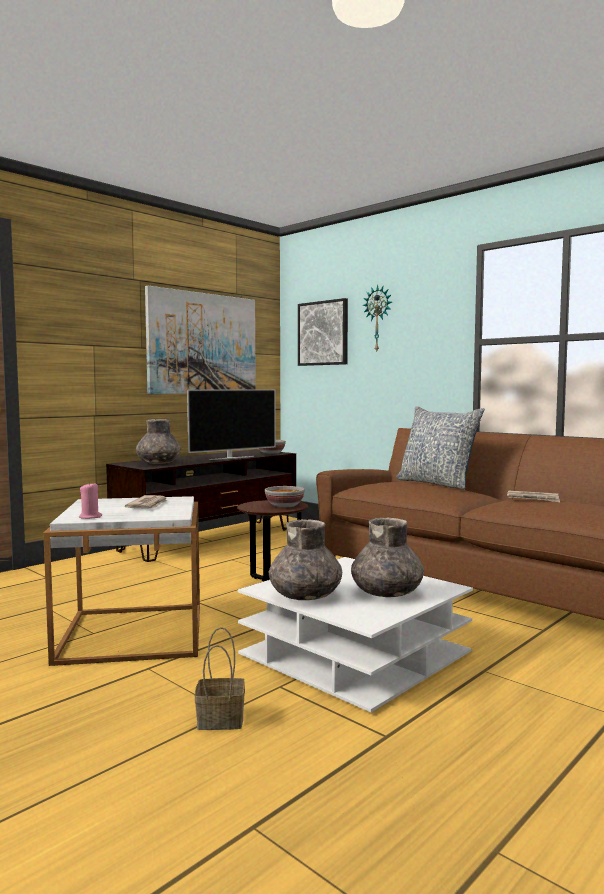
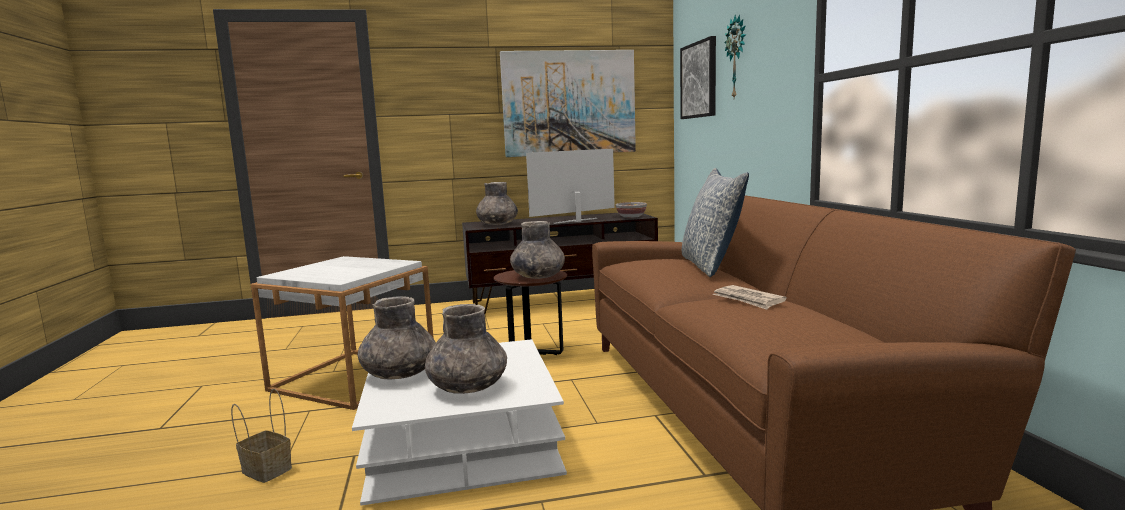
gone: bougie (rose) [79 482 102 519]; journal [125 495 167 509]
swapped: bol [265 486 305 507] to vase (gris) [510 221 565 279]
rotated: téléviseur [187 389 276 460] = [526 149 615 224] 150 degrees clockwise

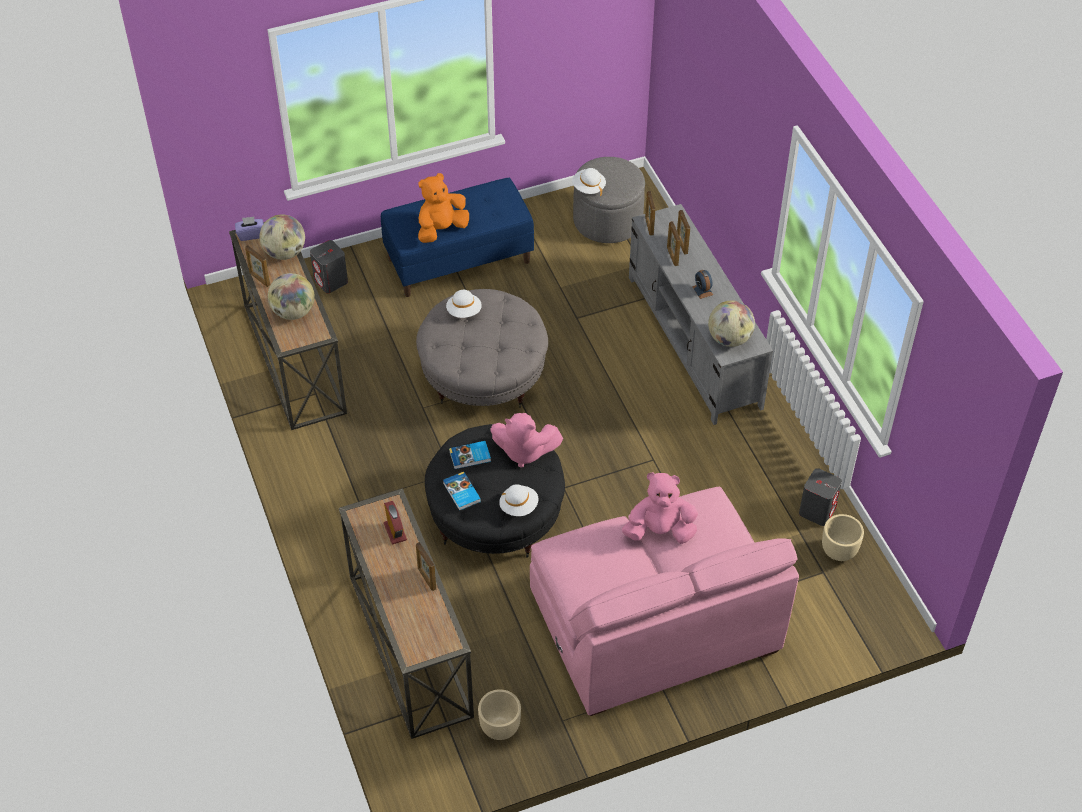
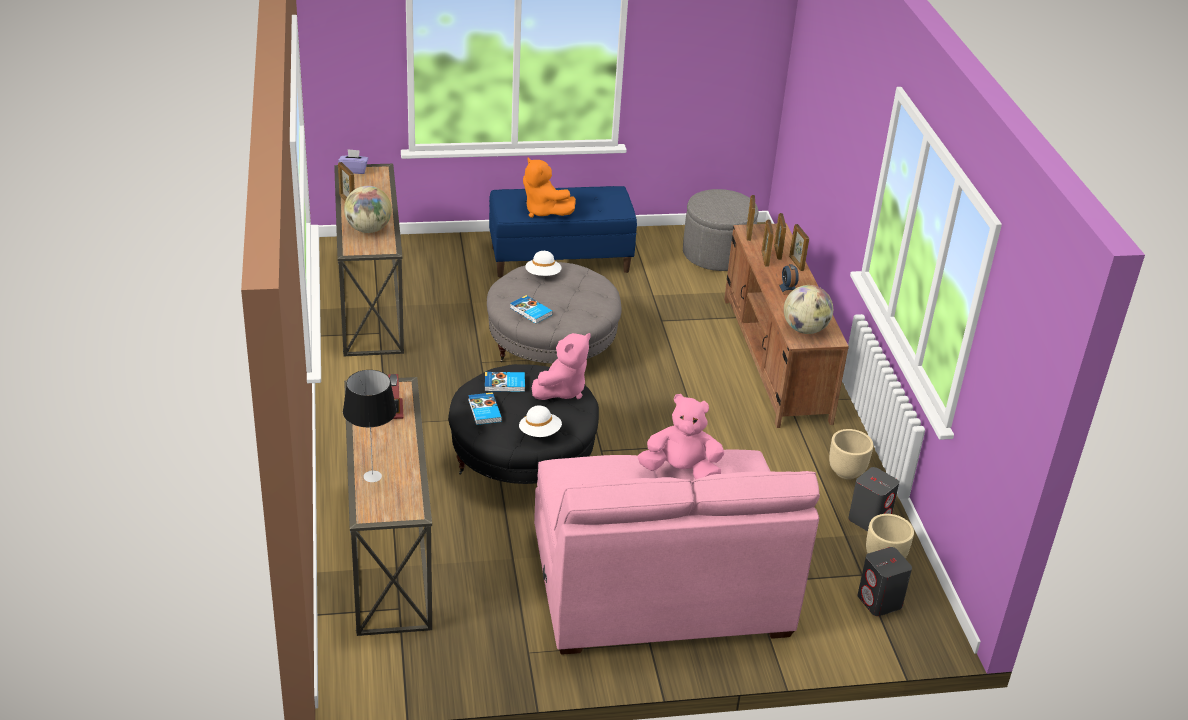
gone: globe [260 214 305 260]; chapeau (blanc) [572 168 606 196]
new: lampe de table [343 370 397 482]; livre [510 295 553 324]
shifted: cadre photo [416 542 436 591] to [789 224 809 271]; cache-pot (beige) [478 689 521 740] to [829 429 873 480]; enceinte (gris) [310 240 348 293] to [857 547 912 616]
repainted: meuble télé (gris) [629 204 773 425] to meuble télé (marron) [724 223 849 428]
rotated: peluche (orange) [418 173 469 243] = [523 157 576 218] 105 degrees counterclockwise; peluche (rose) [490 413 563 468] = [532 333 591 400] 75 degrees counterclockwise

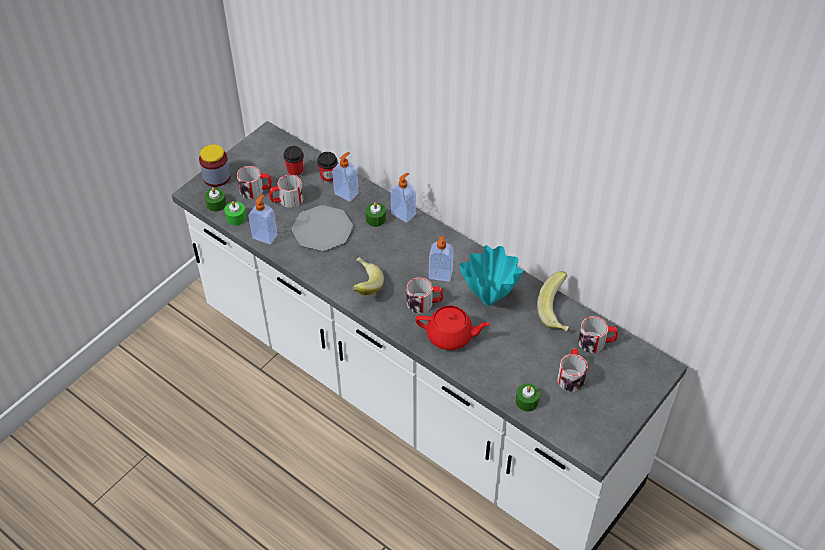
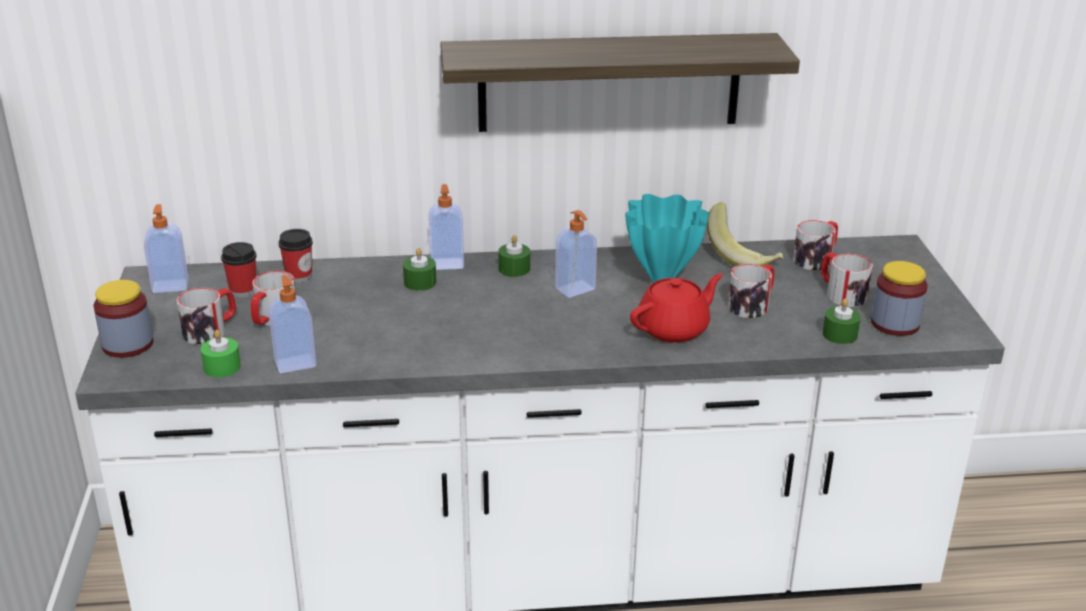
gone: assiette [292 205 353 251]; banane [352 257 384 295]
new: étagère [440 33 800 132]; bocal [871 261 928 336]
shifted: distributeur de savon [332 152 359 202] to [144 204 189 293]; bougie (vert) [205 188 226 212] to [498 235 530 277]; mug [407 277 443 314] to [728 264 774 318]

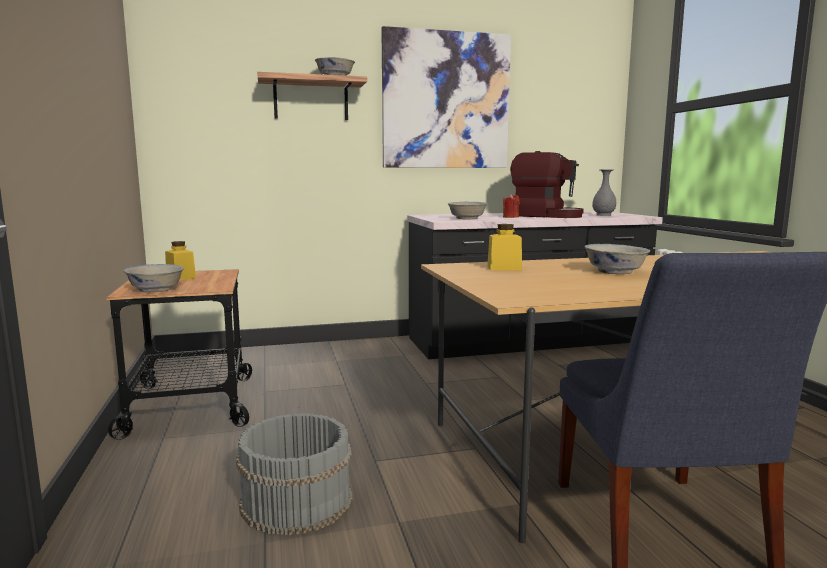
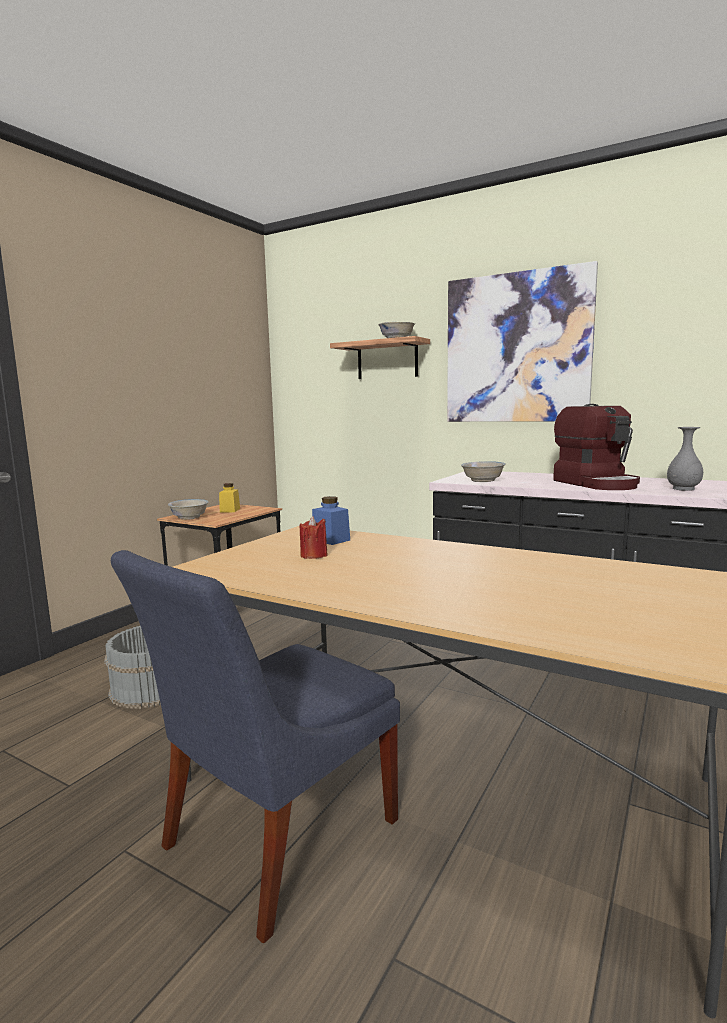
gone: bol (blanc) [584 244 651 274]
shifted: bougie (rouge) [503 194 520 218] to [299 516 328 559]
repainted: bocal (jaune) [487 224 522 270] to bocal (bleu) [312 496 350 545]

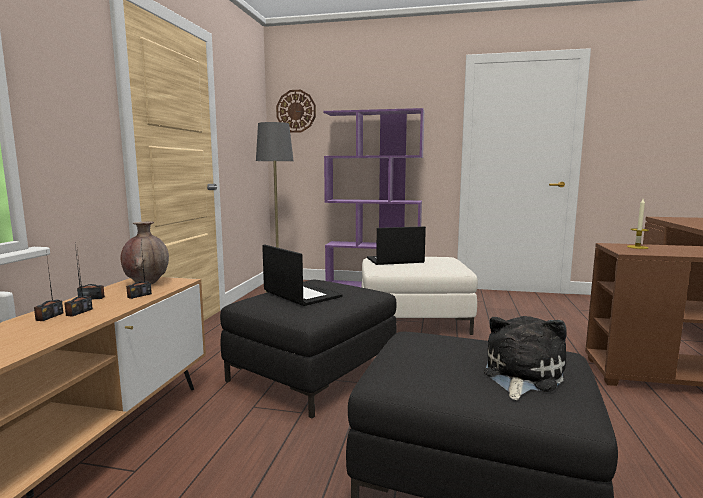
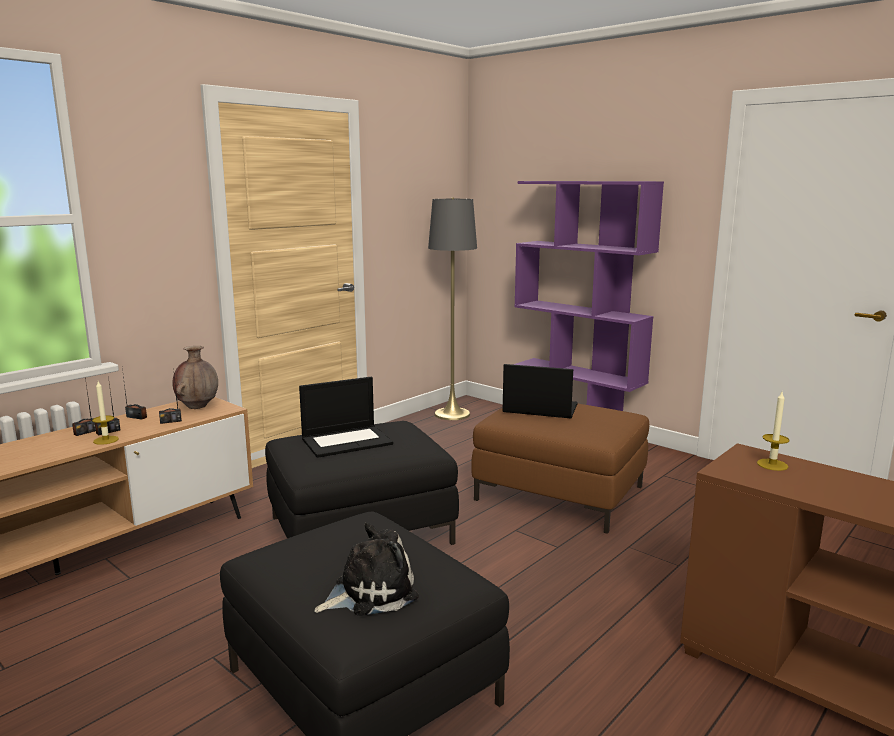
gone: horloge murale [276 90 316 133]
new: bougie [92 381 119 445]
repainted: pouf (blanc) [362 257 478 335] to pouf (marron) [471 404 649 534]
rotated: ordinateur portable [262 245 342 306] = [299 377 393 458] 75 degrees clockwise

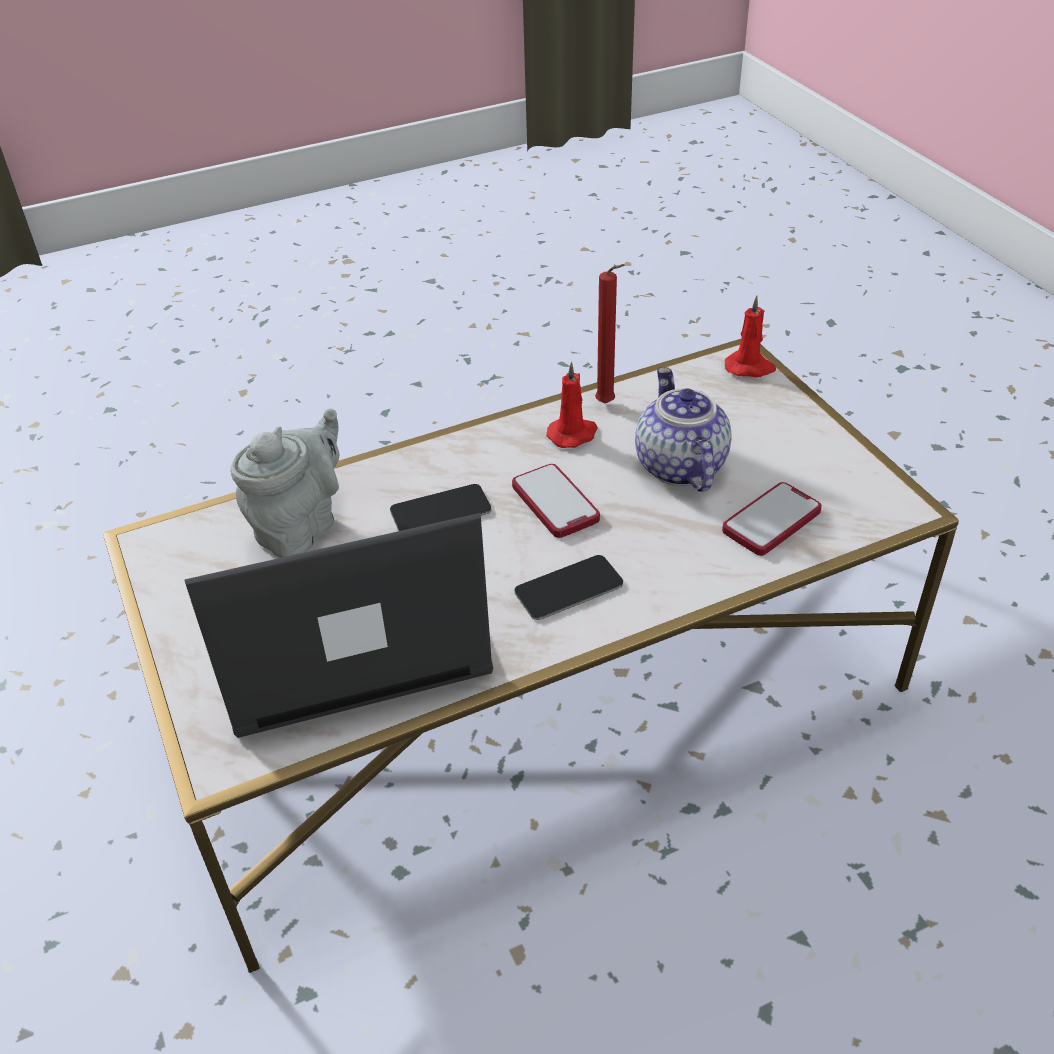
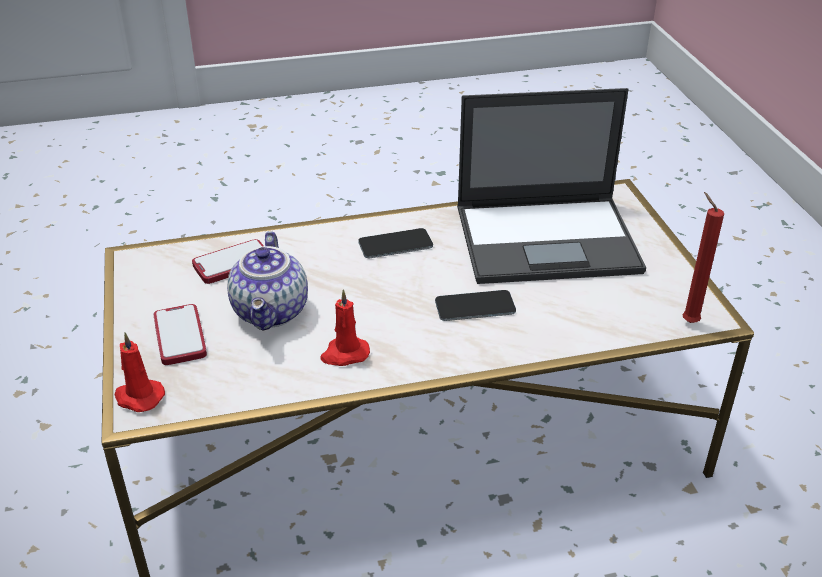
gone: théière (gris) [230 408 339 558]
shifted: téléphone [512 464 600 538] to [154 304 207 365]; bougie (rouge) [595 264 625 403] to [682 192 724 323]

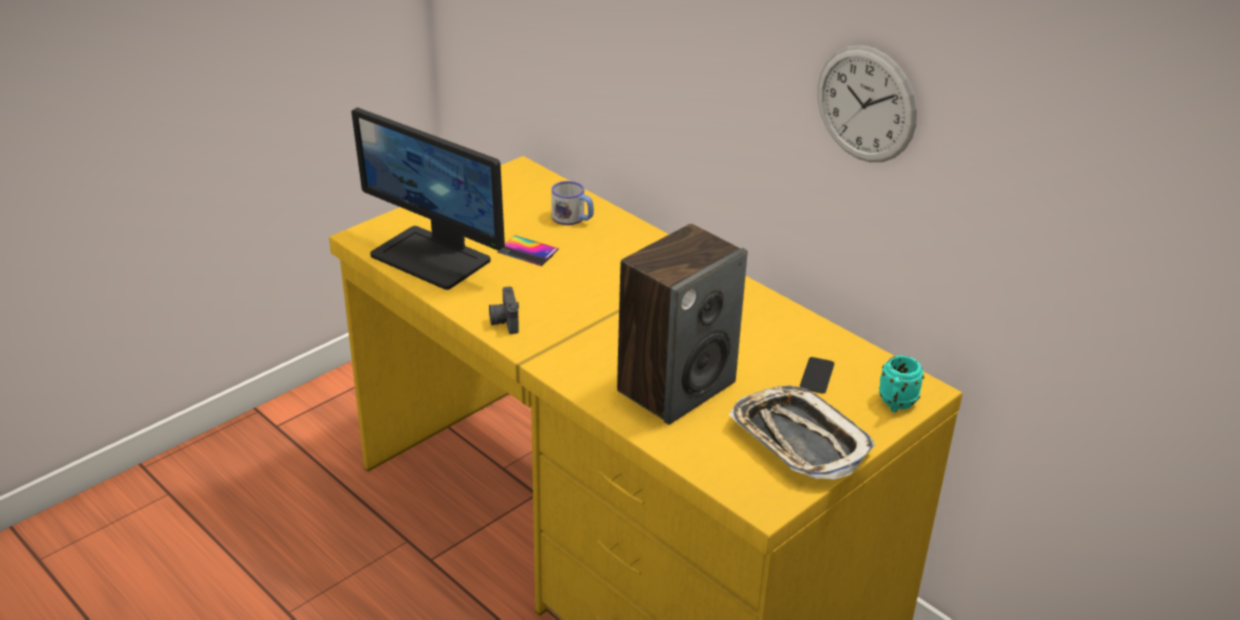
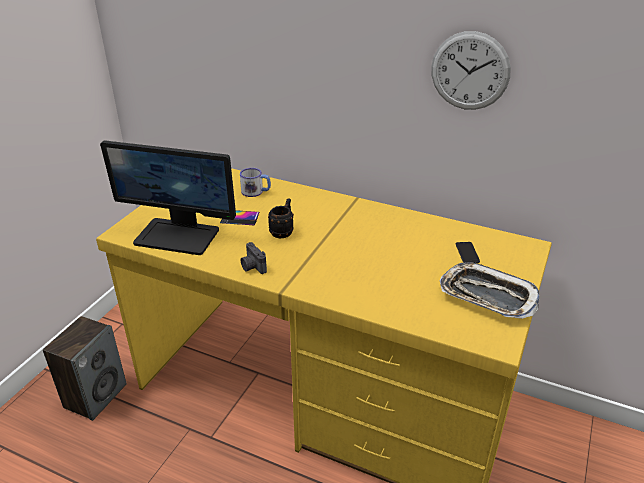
gone: mug (turquoise) [879 355 924 413]
new: mug (noir) [268 198 294 238]
shifted: enceinte [617 224 747 425] to [43 316 127 421]

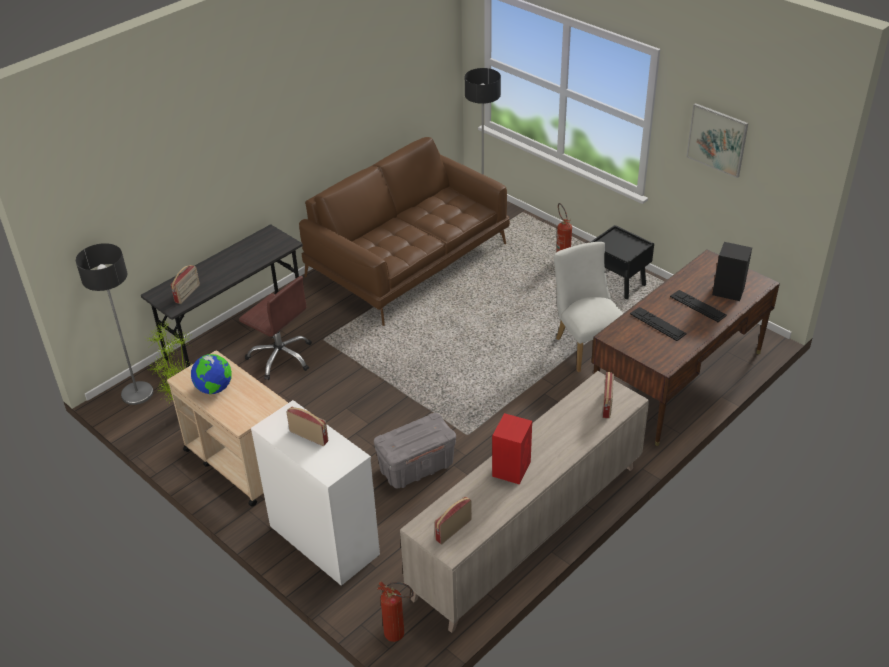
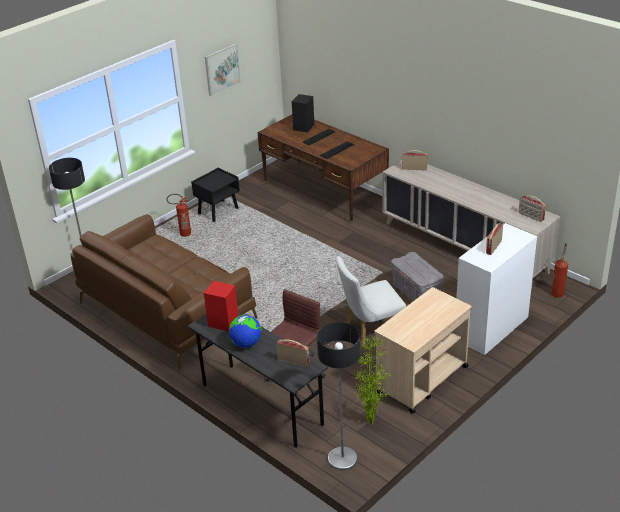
shifted: enceinte (rouge) [492 413 532 485] to [204 281 239 332]; globe [191 354 232 394] to [229 315 261 348]; chaise (blanc) [554 242 624 372] to [336 256 406 347]

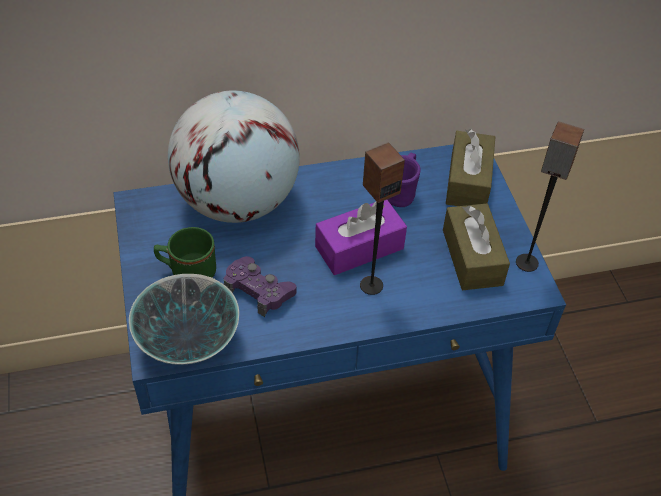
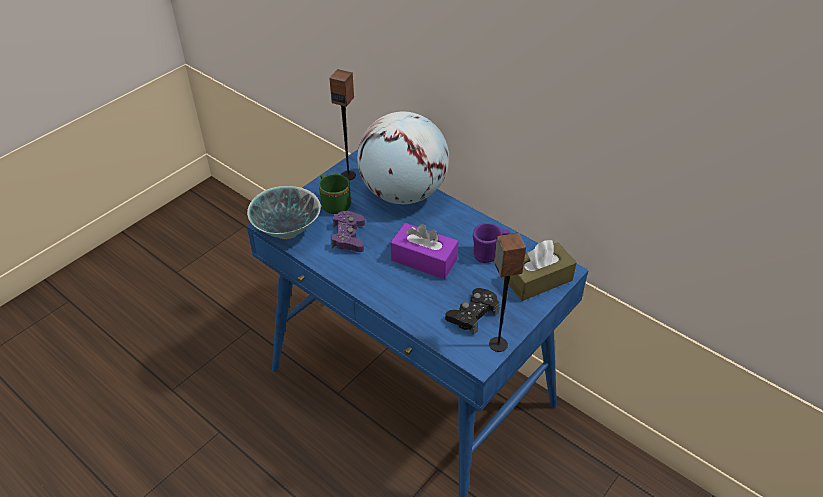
shifted: enceinte [360 142 405 295] to [329 69 356 180]
swapped: boîte à mouchoirs (marron) [443 203 510 290] to manette (noir) [445 288 499 335]

